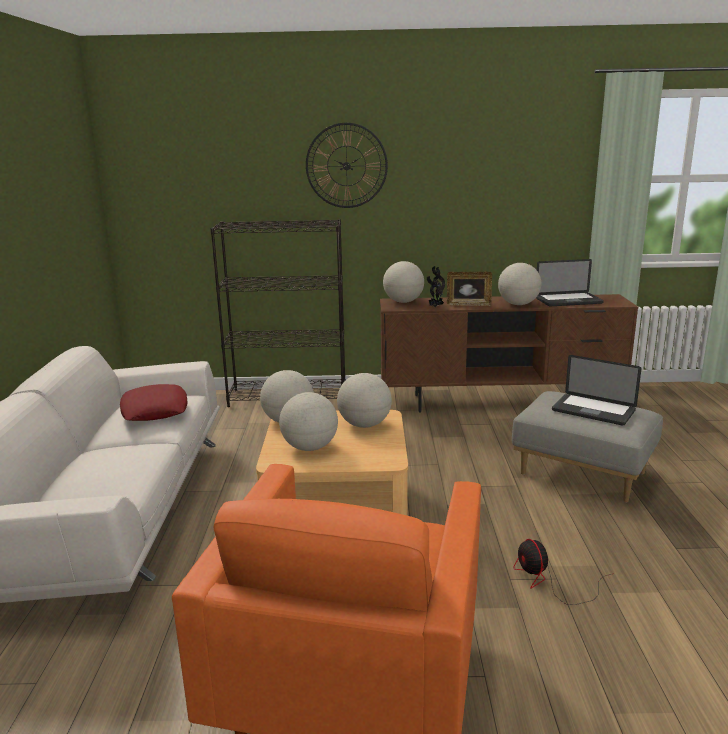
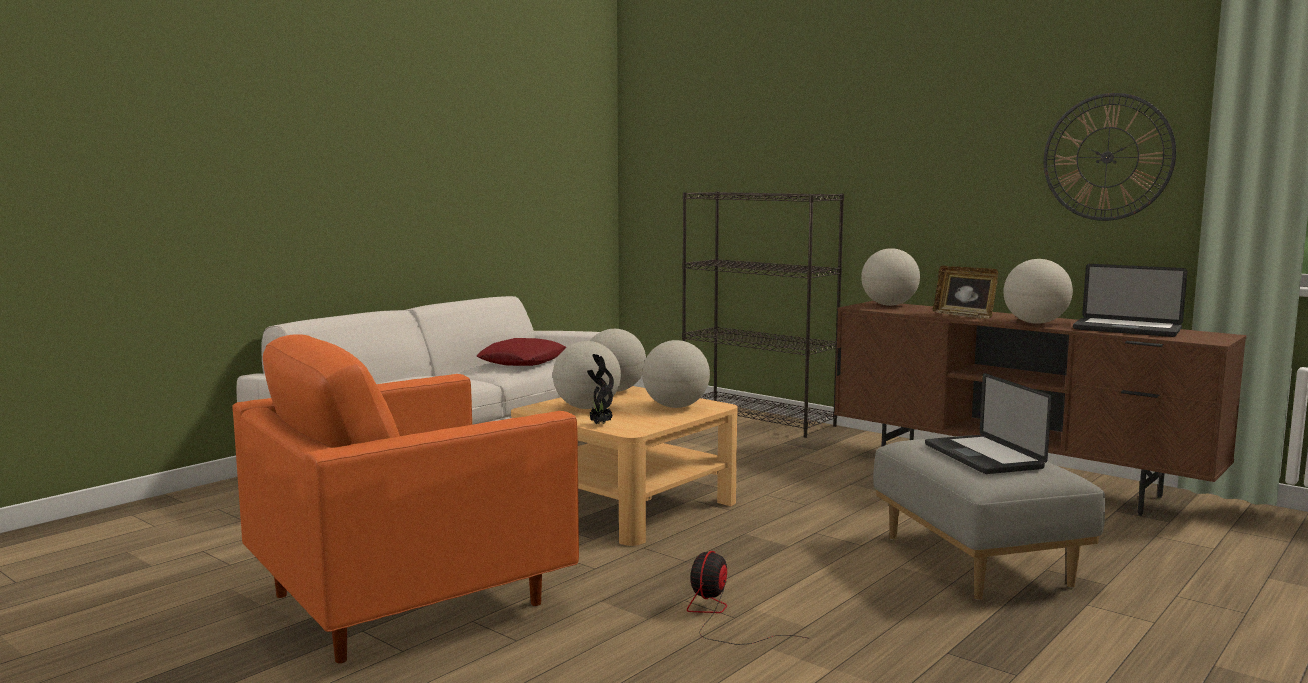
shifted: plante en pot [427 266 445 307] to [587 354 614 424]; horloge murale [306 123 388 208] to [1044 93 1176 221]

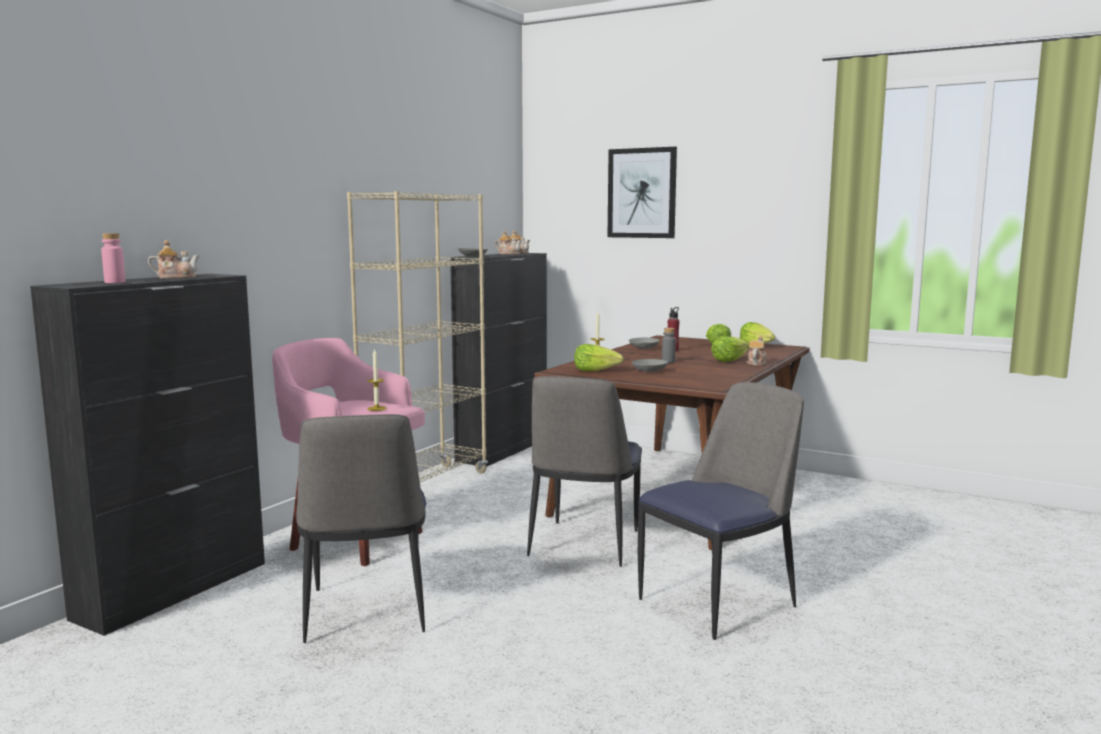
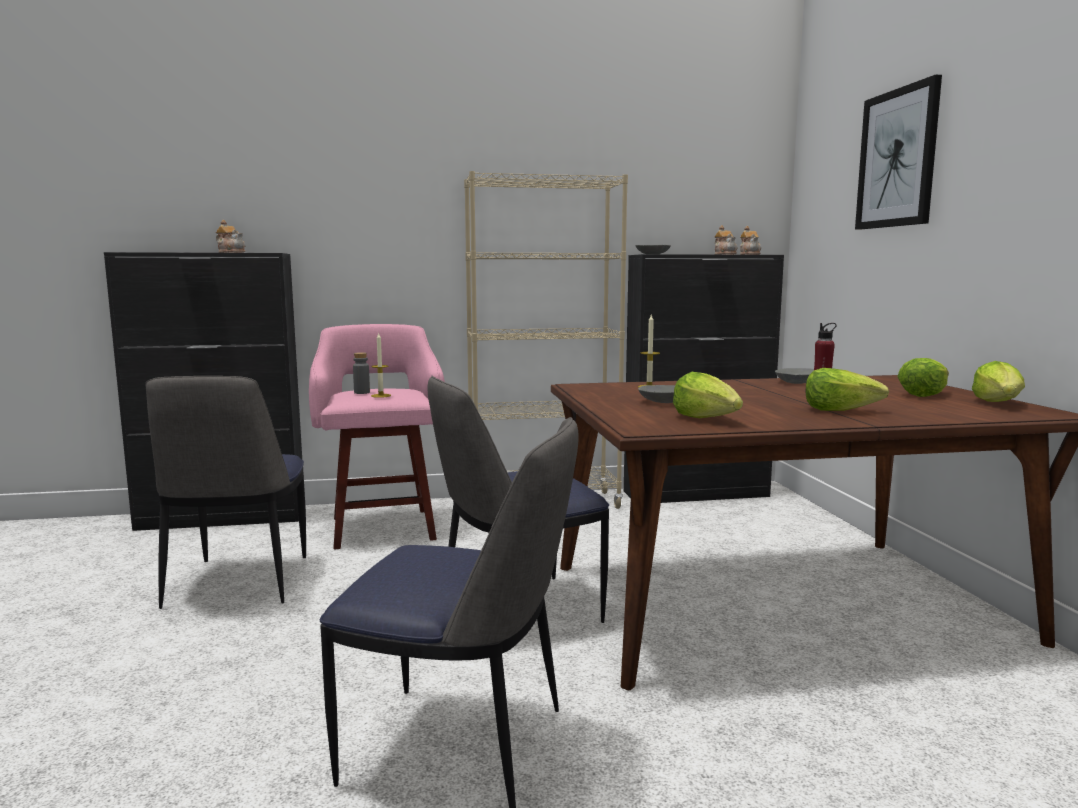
gone: bouteille (rose) [101 233 125 283]; théière [747 336 767 366]
shifted: bouteille (gris) [662 328 676 363] to [353 352 370 394]; laitue [574 344 624 371] to [673 372 743 418]
rotated: chaise [296 414 426 643] = [145 376 306 609] 45 degrees counterclockwise

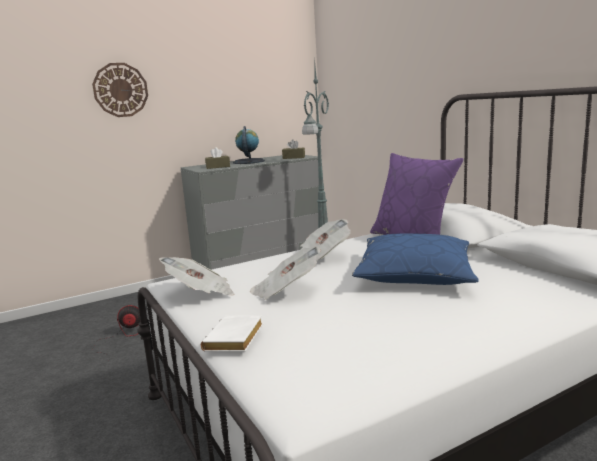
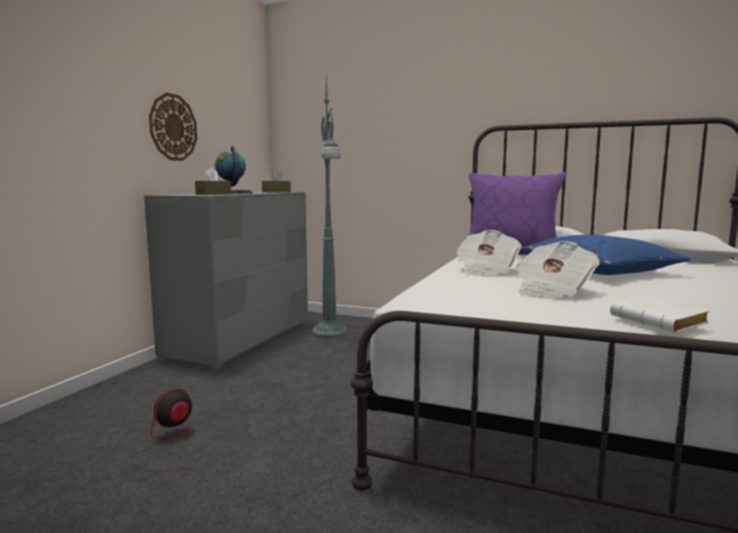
gone: journal [159 257 235 295]
shifted: horloge murale [92 63 148 117] to [149 93 197 161]

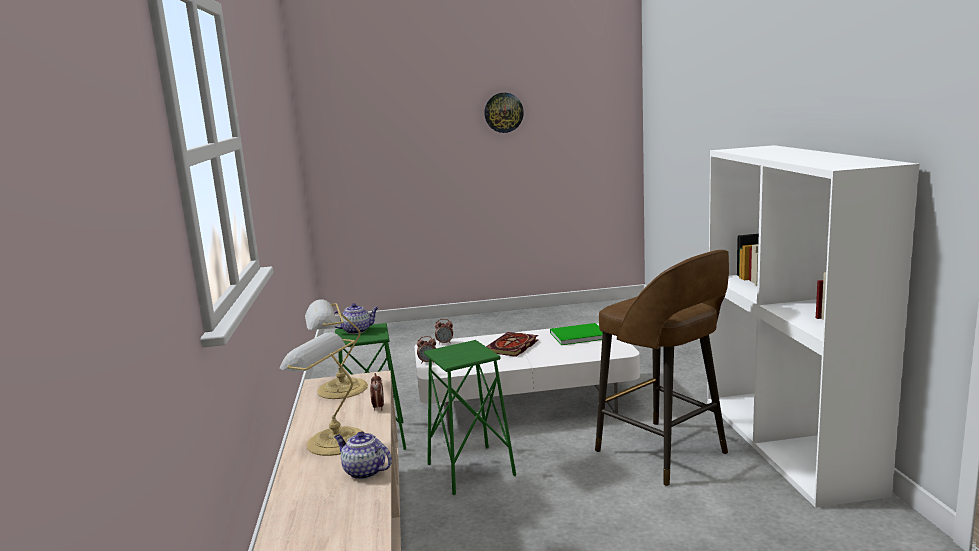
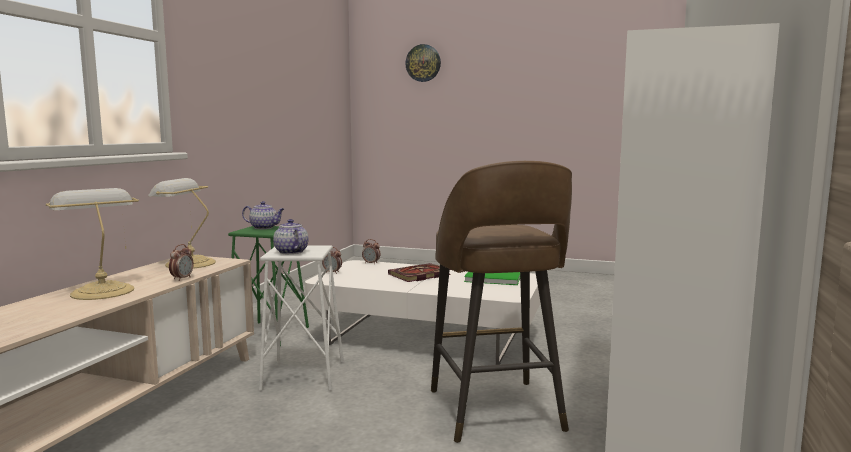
shifted: théière [334 432 392 480] to [273 219 309 254]; horloge murale [484 93 524 133] to [405 44 441 82]
repainted: tabouret (vert) [424 340 516 495] to tabouret (blanc) [259 245 344 391]

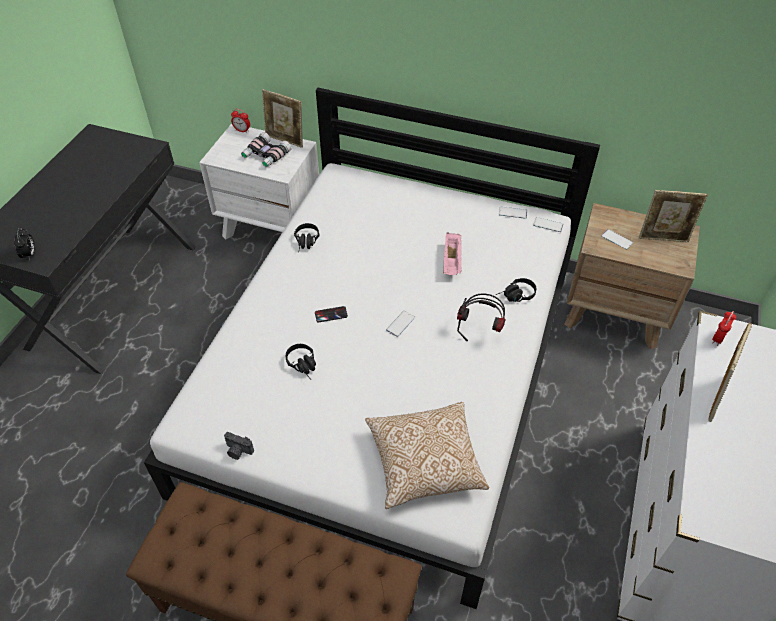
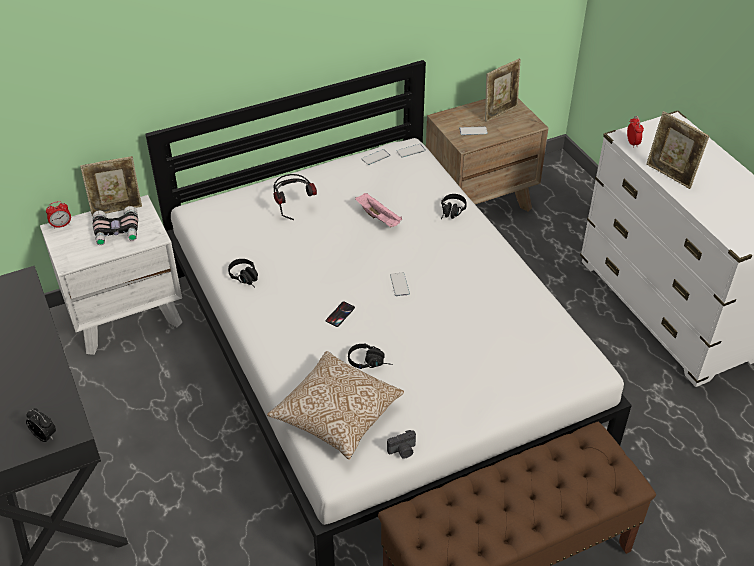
shifted: coussin [365 402 489 509] to [267 351 404 460]; casque audio [457 293 505 341] to [274 174 317 220]
rotated: cadre photo [708 323 752 422] = [646 111 709 189] 150 degrees clockwise

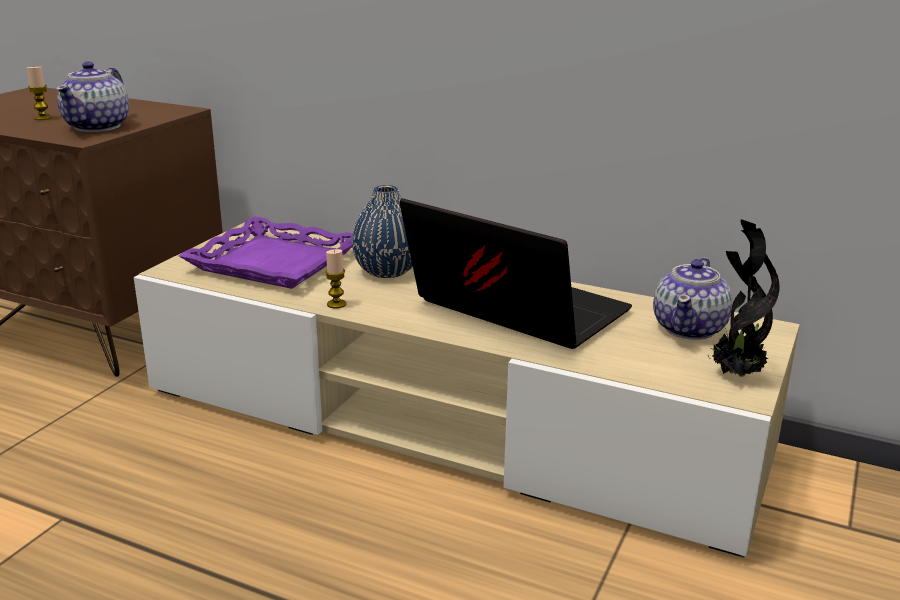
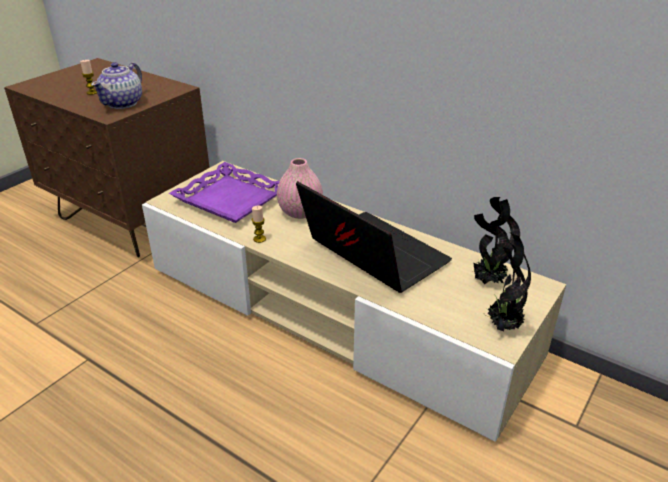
swapped: théière [653 258 733 340] to plante en pot [473 197 520 284]
repainted: vase (bleu) [352 185 413 278] to vase (rose) [277 158 323 219]

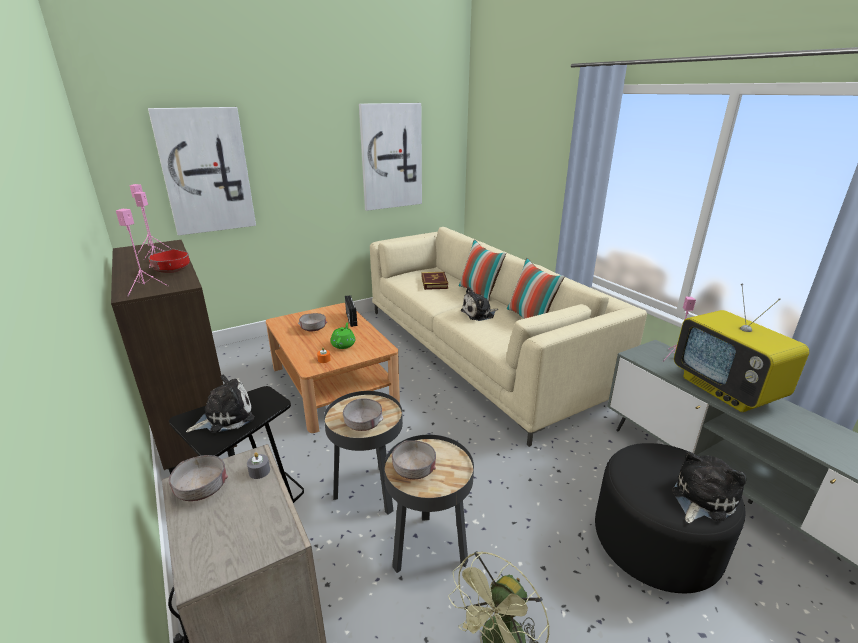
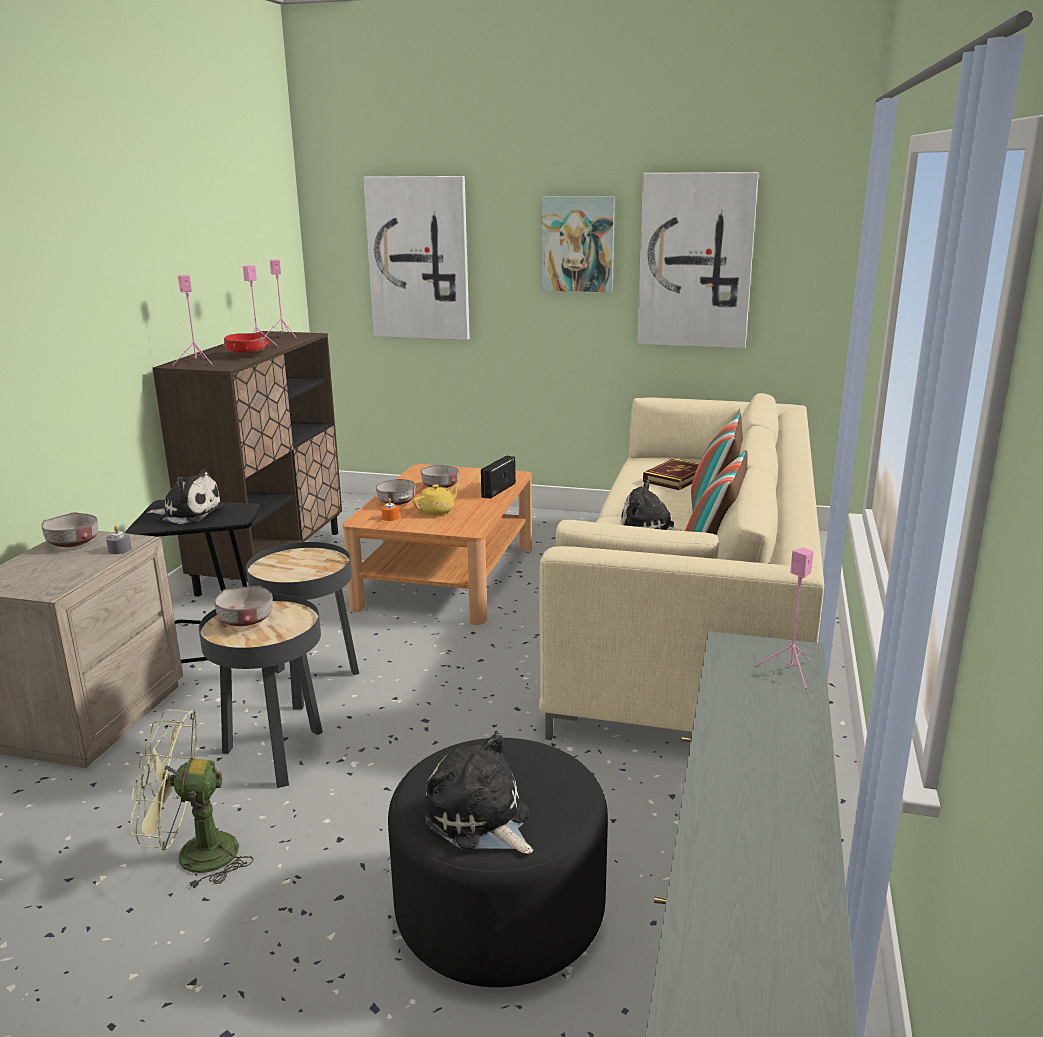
gone: téléviseur [674 284 809 412]
new: tableau [541 197 615 292]
shifted: bol (gris) [343 398 384 431] to [376 479 416 505]
repainted: théière (vert) [331 322 355 349] to théière (jaune) [413 484 461 516]
rotated: peluche [672 452 746 524] = [424 733 533 854] 135 degrees counterclockwise

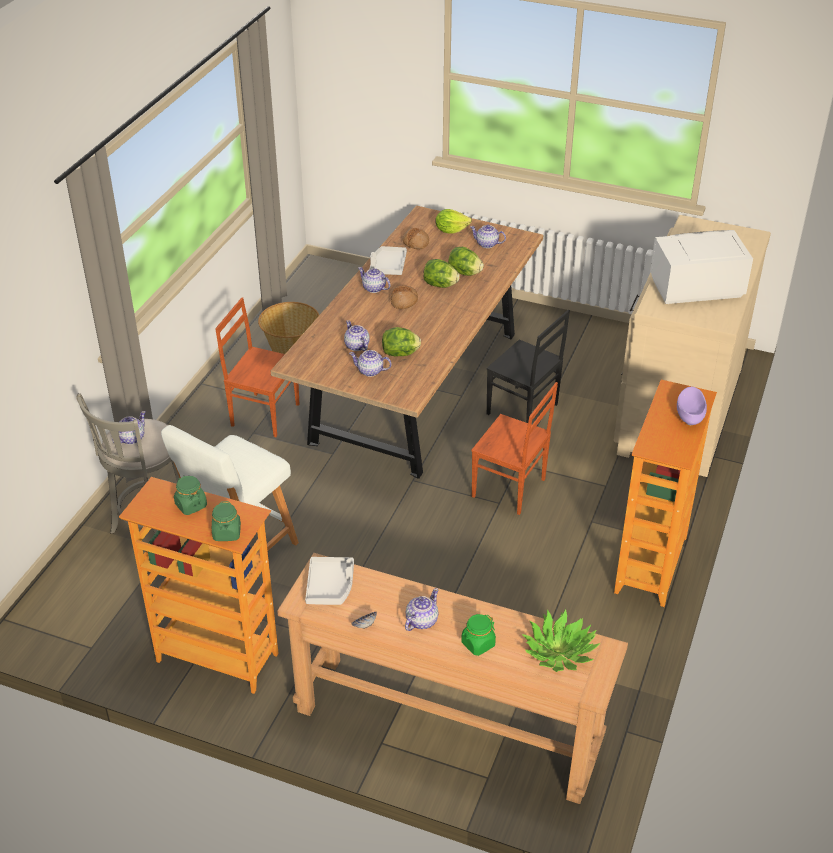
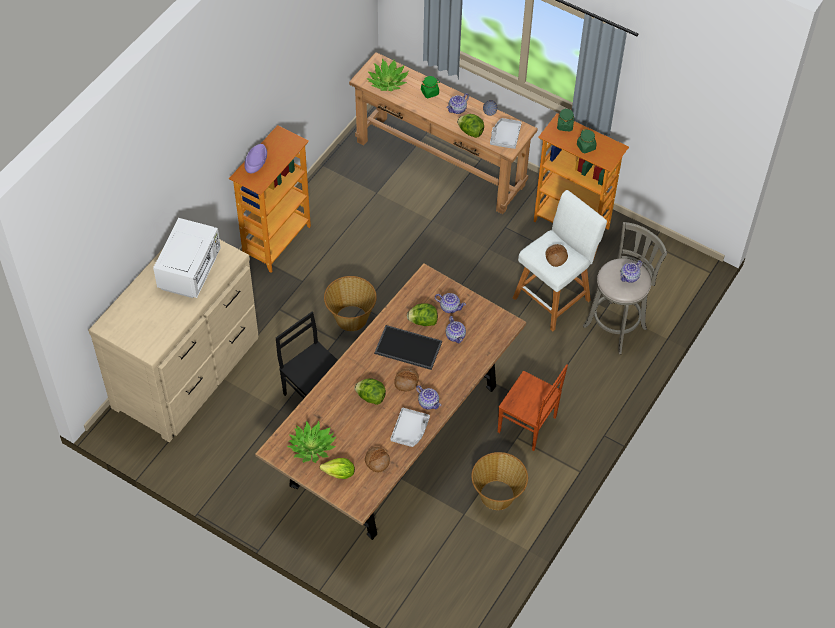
new: plateau [374 325 442 370]; pain [545 244 568 267]
shifted: laitue [448 247 484 276] to [457 114 484 138]
swapped: théière [470 225 506 248] to plante en pot [287 421 337 463]; chaise (marron) [471 382 558 515] to panier [324 276 377 331]
rotated: micro-ondes (blanc) [650 230 753 304] = [153 218 221 298] 75 degrees counterclockwise

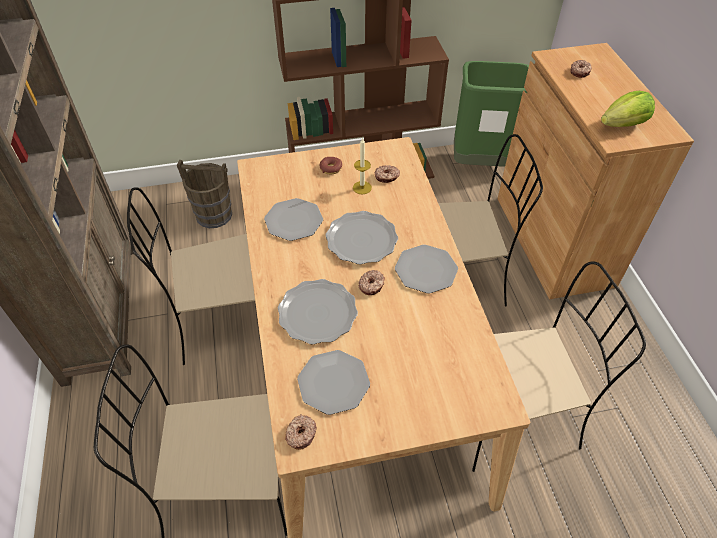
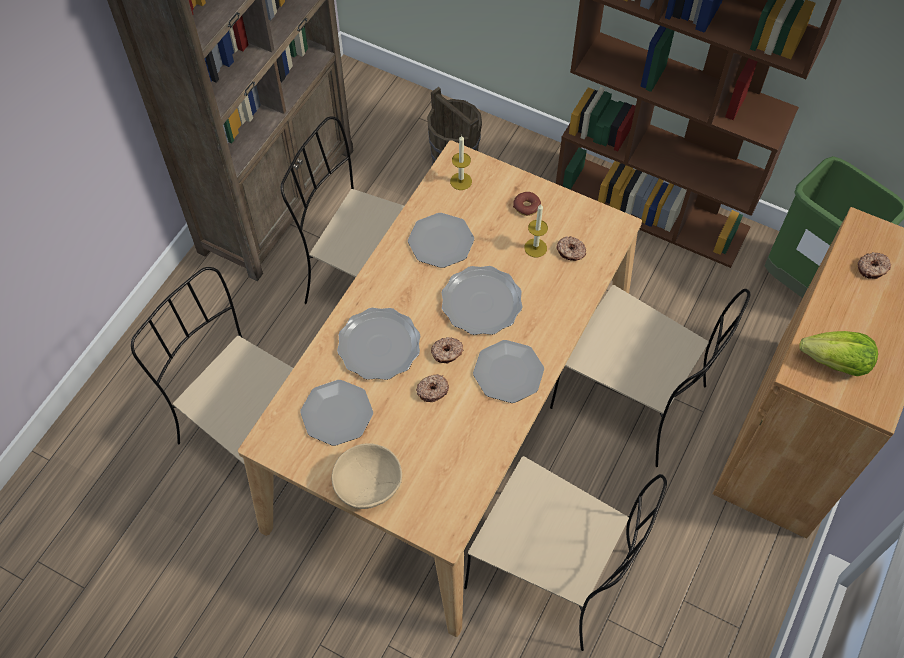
new: bol (beige) [332 443 402 509]; bougie [450 135 472 190]
shifted: beignet [285 414 317 450] to [416 374 449 402]

